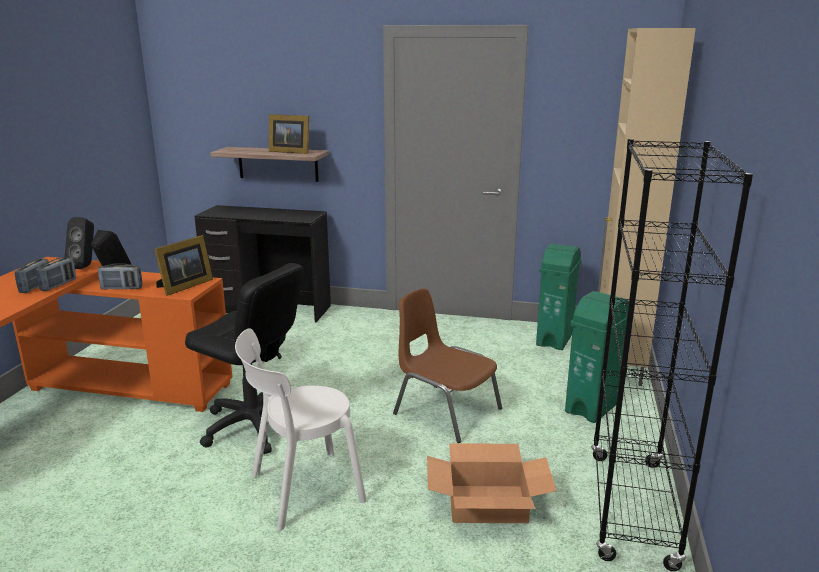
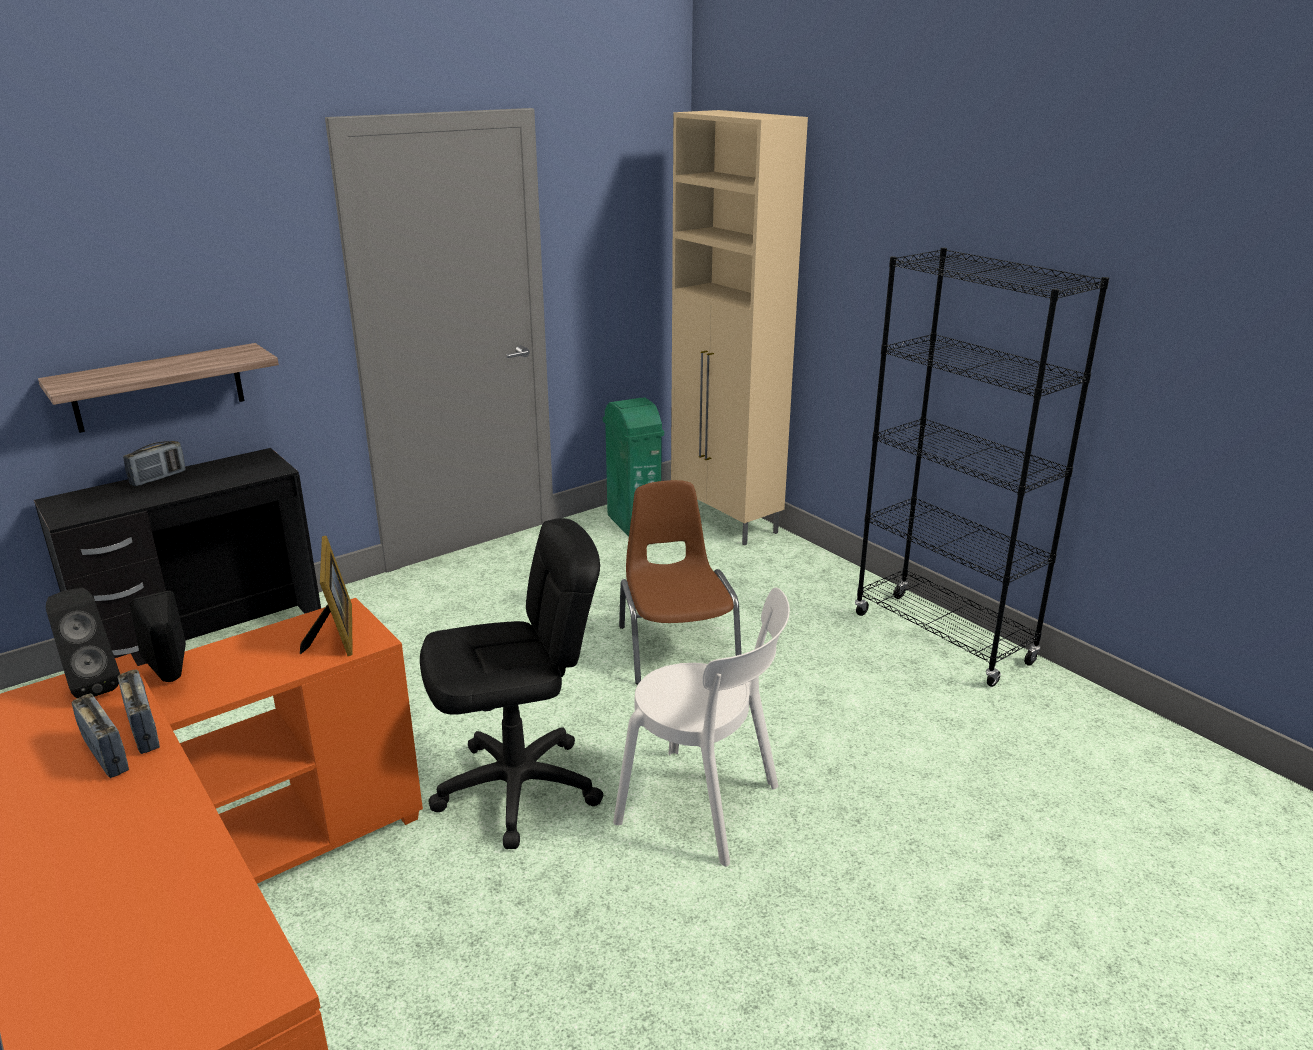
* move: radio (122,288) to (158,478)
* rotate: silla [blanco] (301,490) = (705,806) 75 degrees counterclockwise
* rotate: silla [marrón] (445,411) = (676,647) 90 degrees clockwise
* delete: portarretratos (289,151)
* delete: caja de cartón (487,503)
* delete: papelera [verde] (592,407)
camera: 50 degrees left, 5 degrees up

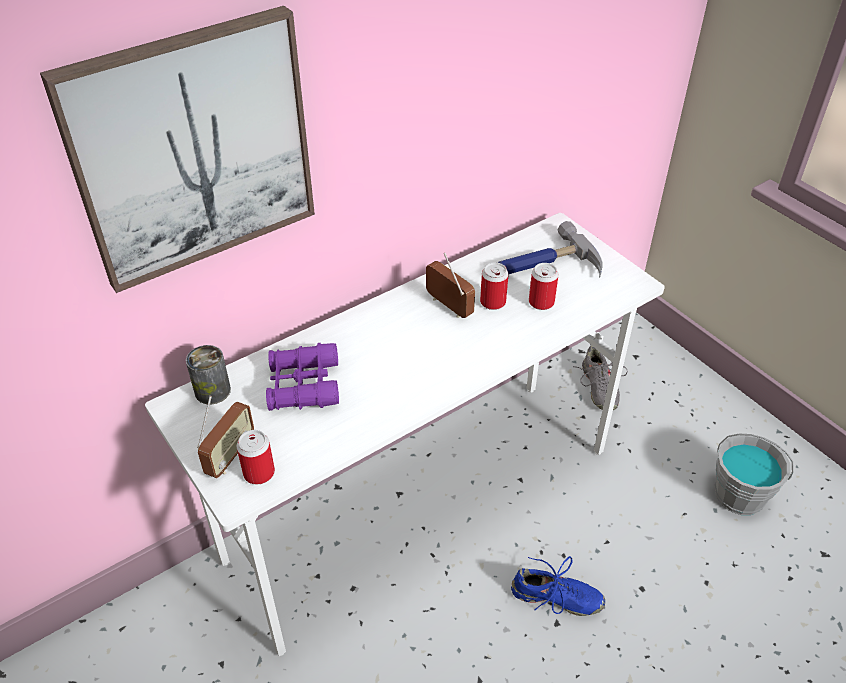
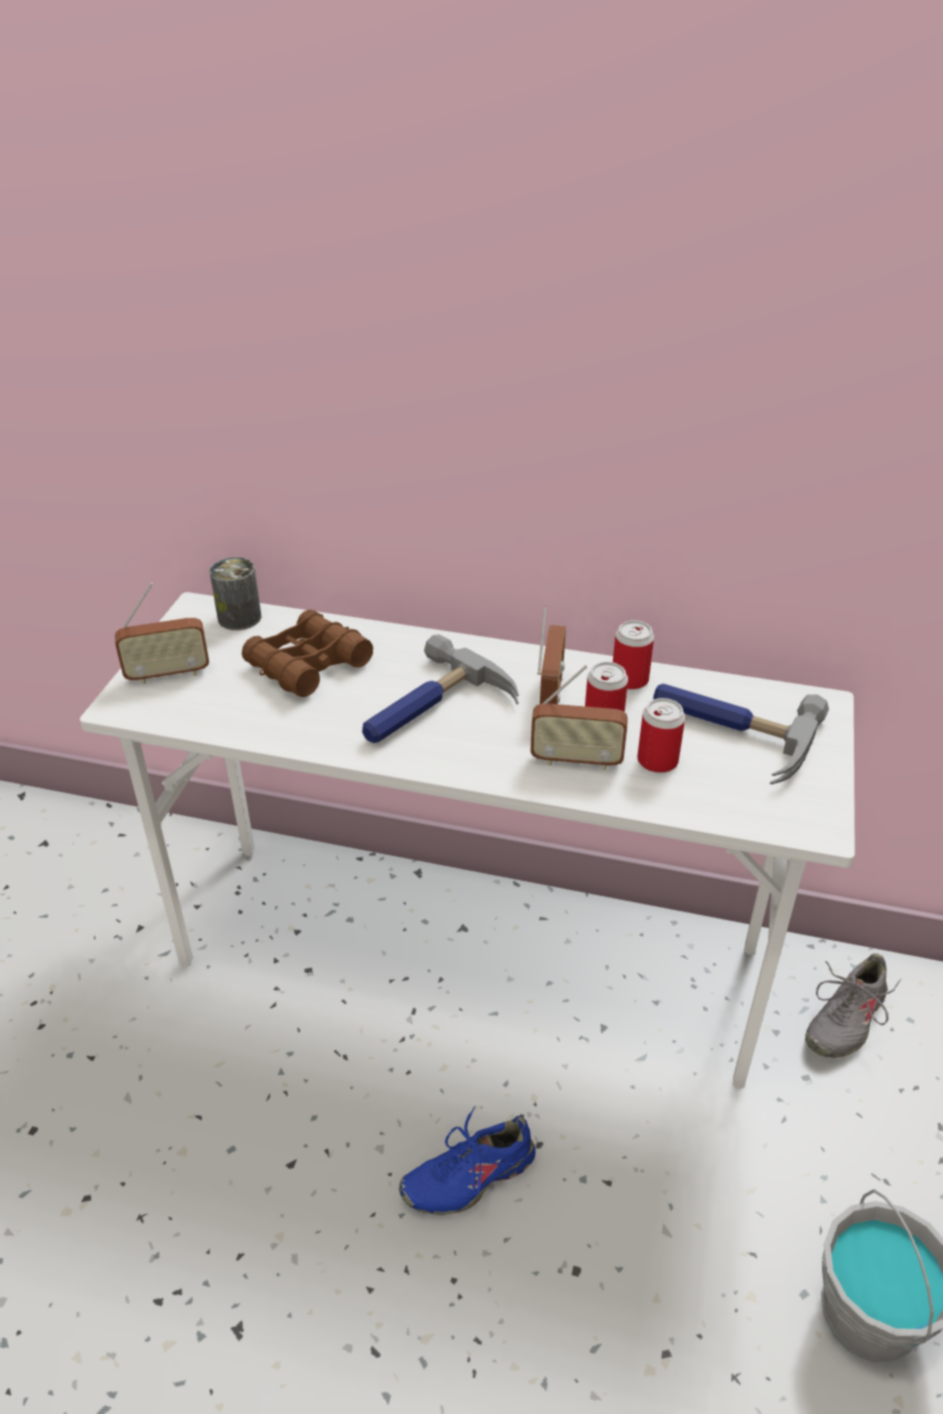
* recolor: prismáticos [morado] (303,385) to prismáticos [marrón] (308,665)
* insert: martillo (431,710)
* rotate: zapato [azul] (556,598) = (468,1175) 90 degrees clockwise
* insert: radio (576,760)
* move: lata (259,473) to (629,679)
* delete: cuadro (193,150)
camera: 50 degrees right, 5 degrees down

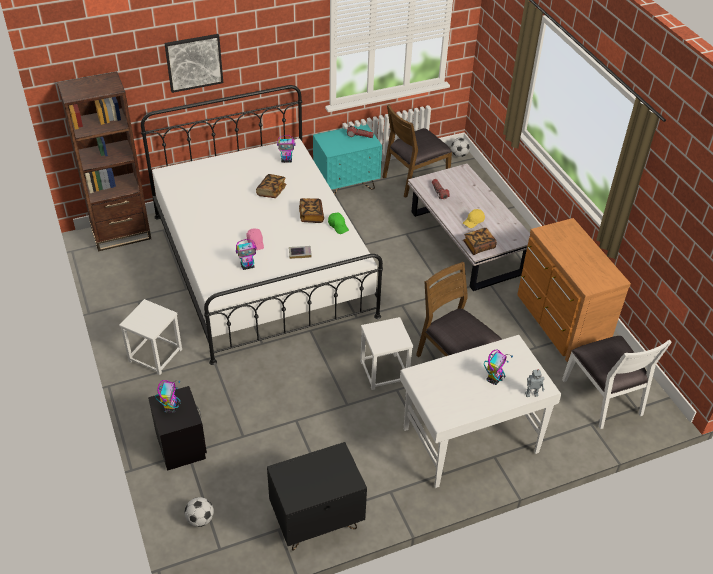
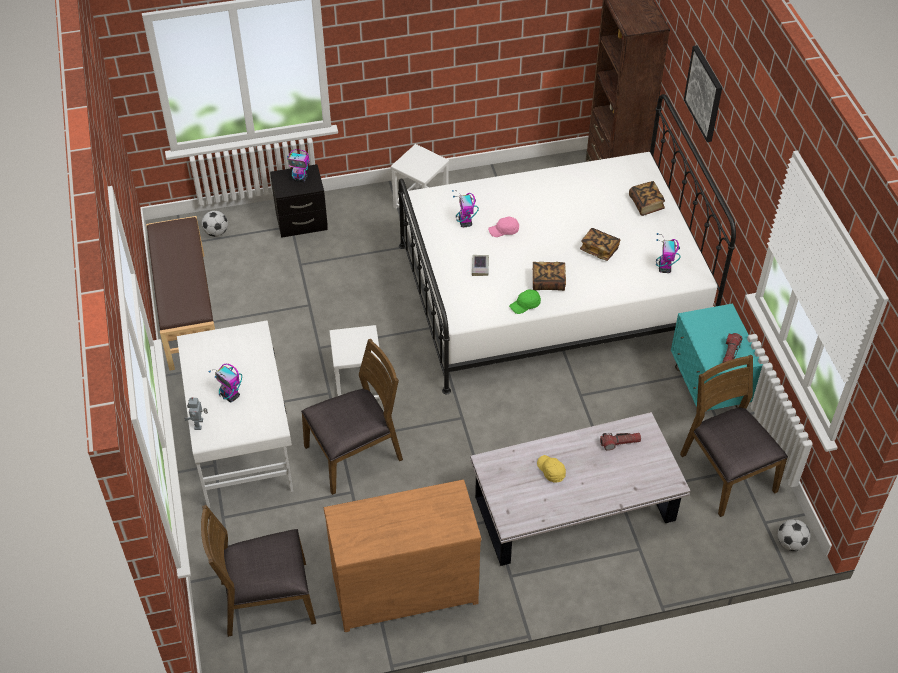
* replace: mesita de noche [negro] (316,522) to banco [marrón] (186,310)
* recolor: silla [blanco] (603,397) to silla [marrón] (267,600)
* move: libro (478,246) to (646,204)
camera: 100 degrees right, 5 degrees up

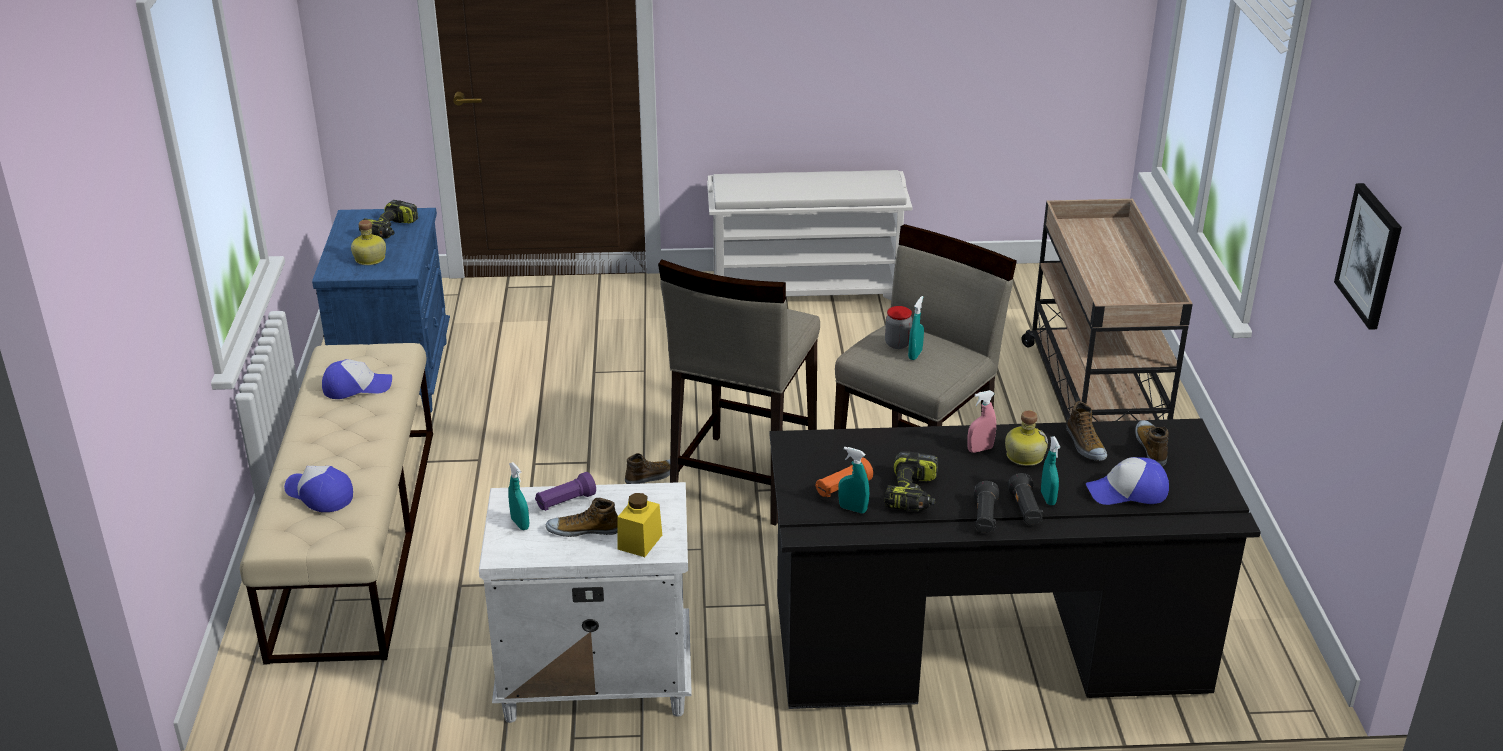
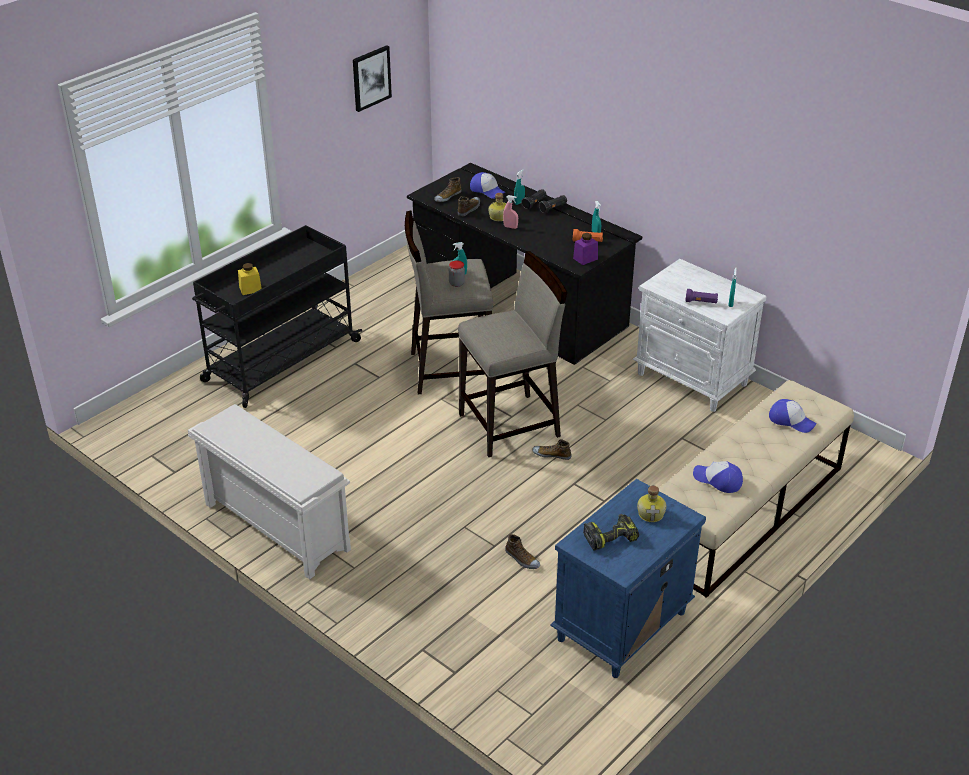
* recolor: carrito [beis] (1093,400) to carrito [negro] (280,361)
* move: tarro [amarillo] (640,542) to (250,289)
* move: zapato (583,530) to (522,559)
* insert: tarro [morado] (585,258)
* rotate: gorra (319,495) = (791,420) 45 degrees counterclockwise
* delete: taladro (913,494)
camera: 135 degrees left, 5 degrees up

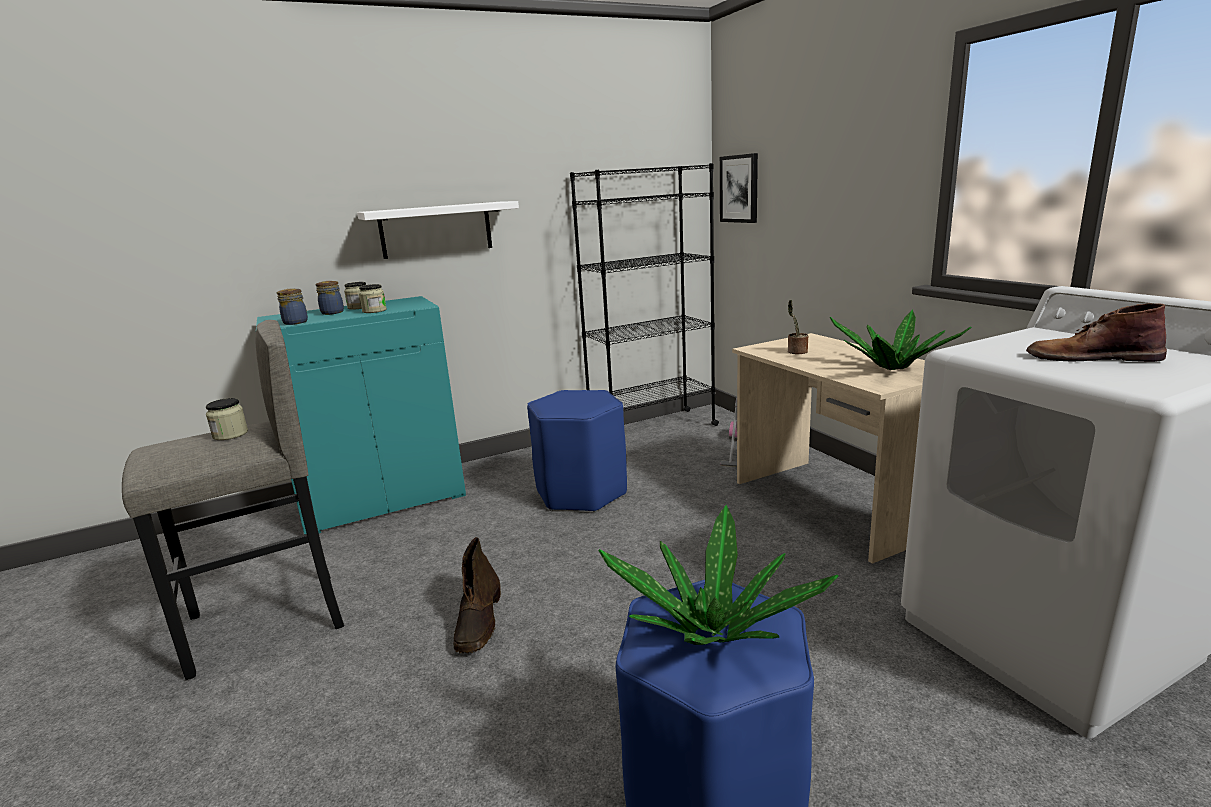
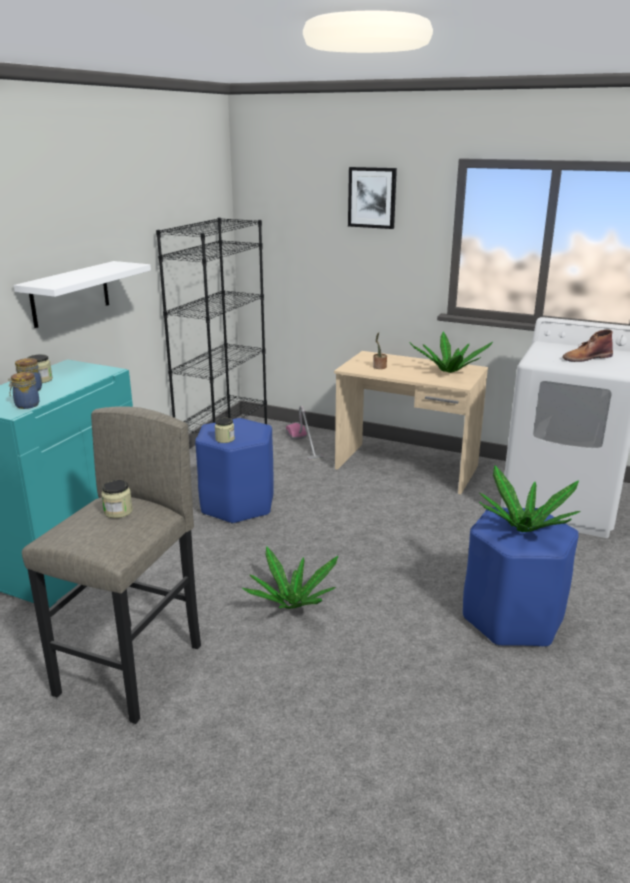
* move: tarro (374,311) to (225,439)
* replace: bota [marrón] (479,622) to planta en maceta (292,604)
* move: cuadro (739,189) to (372,197)
camera: 40 degrees left, 5 degrees up

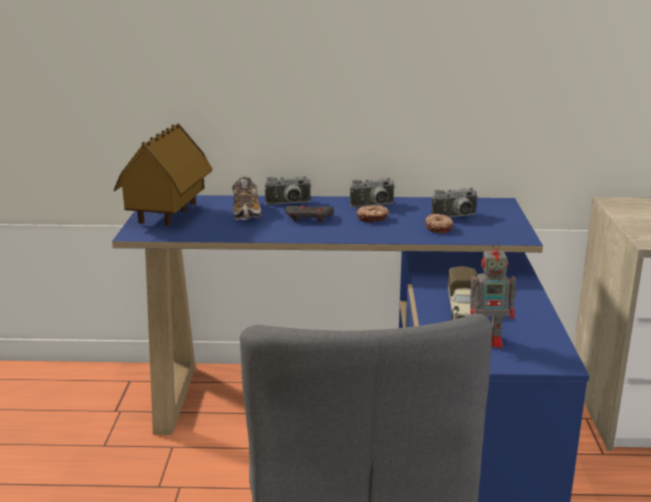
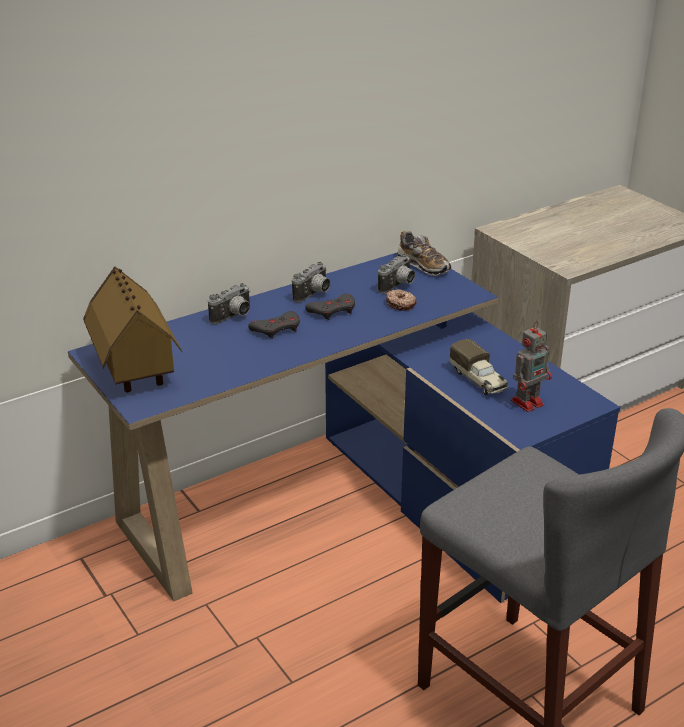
* replace: rosquilla (372,218) to mando de consola [gris] (332,311)
* move: zapato (246,212) to (423,265)
camera: 35 degrees left, 10 degrees up

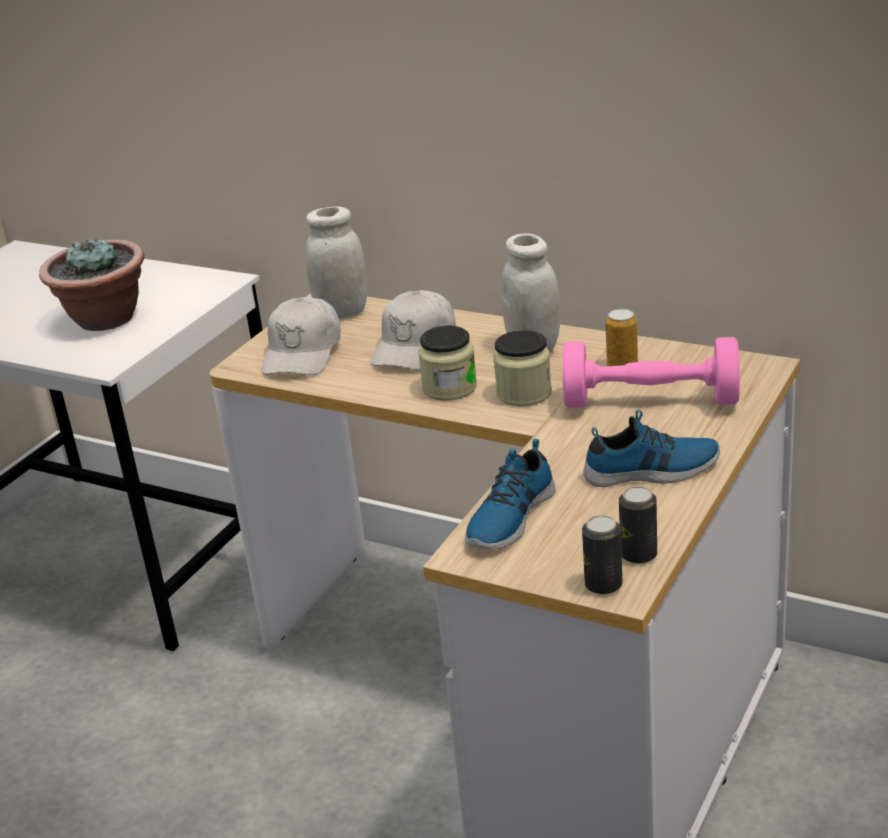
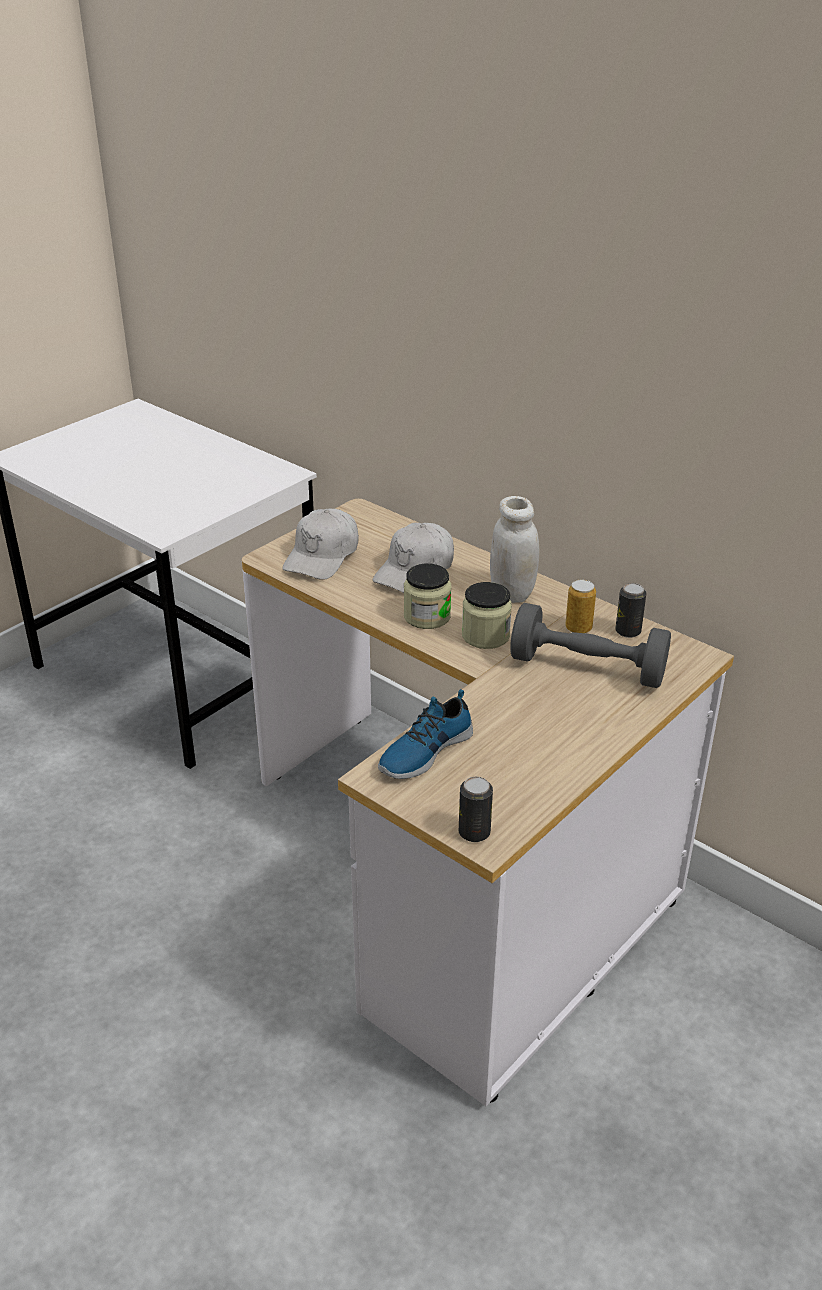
* recolor: mancuerna [rosa] (650,402) to mancuerna [gris] (587,668)
* move: lata (638,555) to (628,631)
* delete: planta en maceta (105,320)
* delete: tarro [blanco] (342,312)
* delete: zapato (652,471)
camera: 10 degrees right, 5 degrees up

